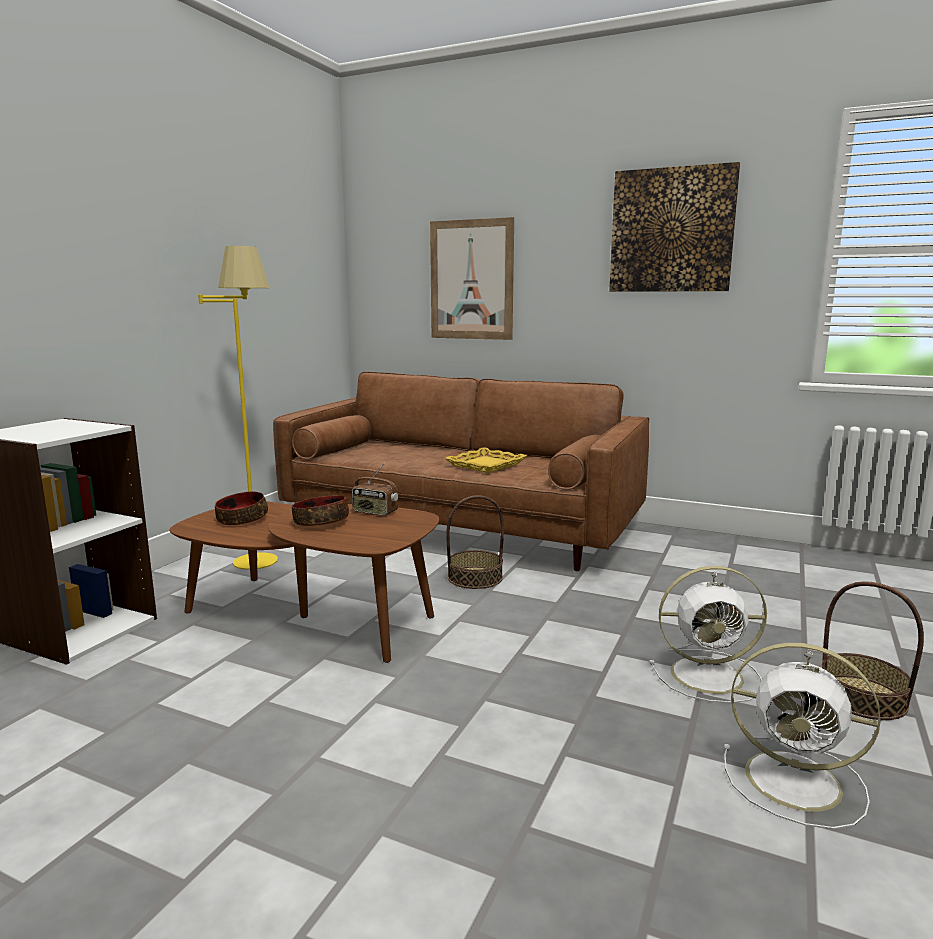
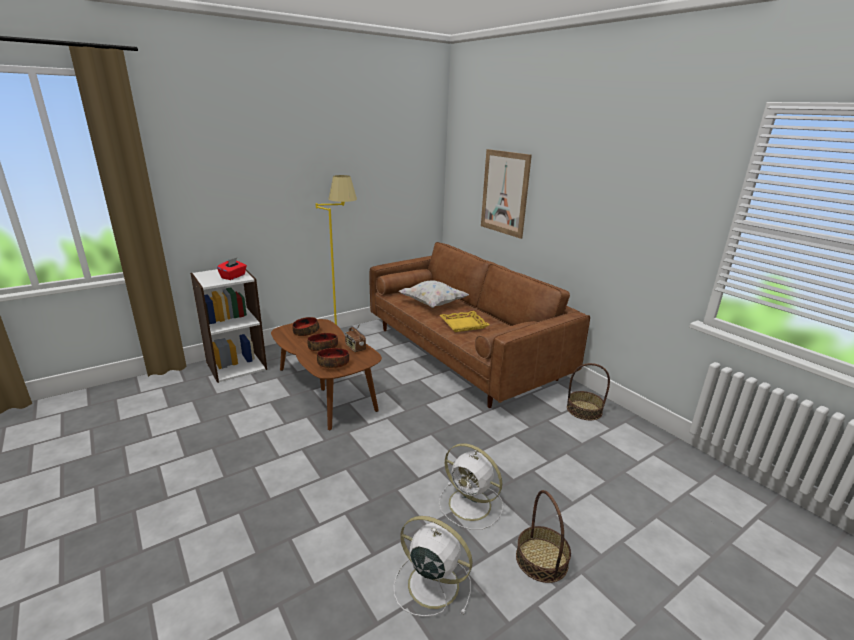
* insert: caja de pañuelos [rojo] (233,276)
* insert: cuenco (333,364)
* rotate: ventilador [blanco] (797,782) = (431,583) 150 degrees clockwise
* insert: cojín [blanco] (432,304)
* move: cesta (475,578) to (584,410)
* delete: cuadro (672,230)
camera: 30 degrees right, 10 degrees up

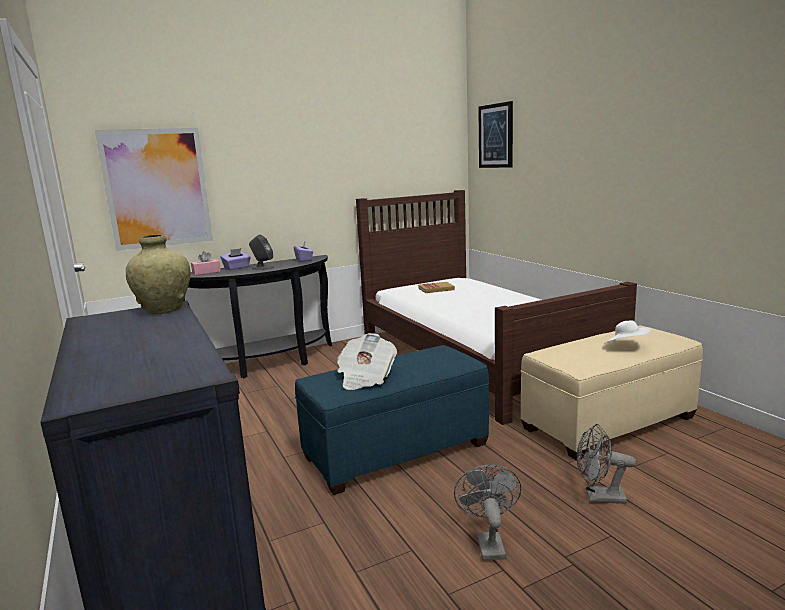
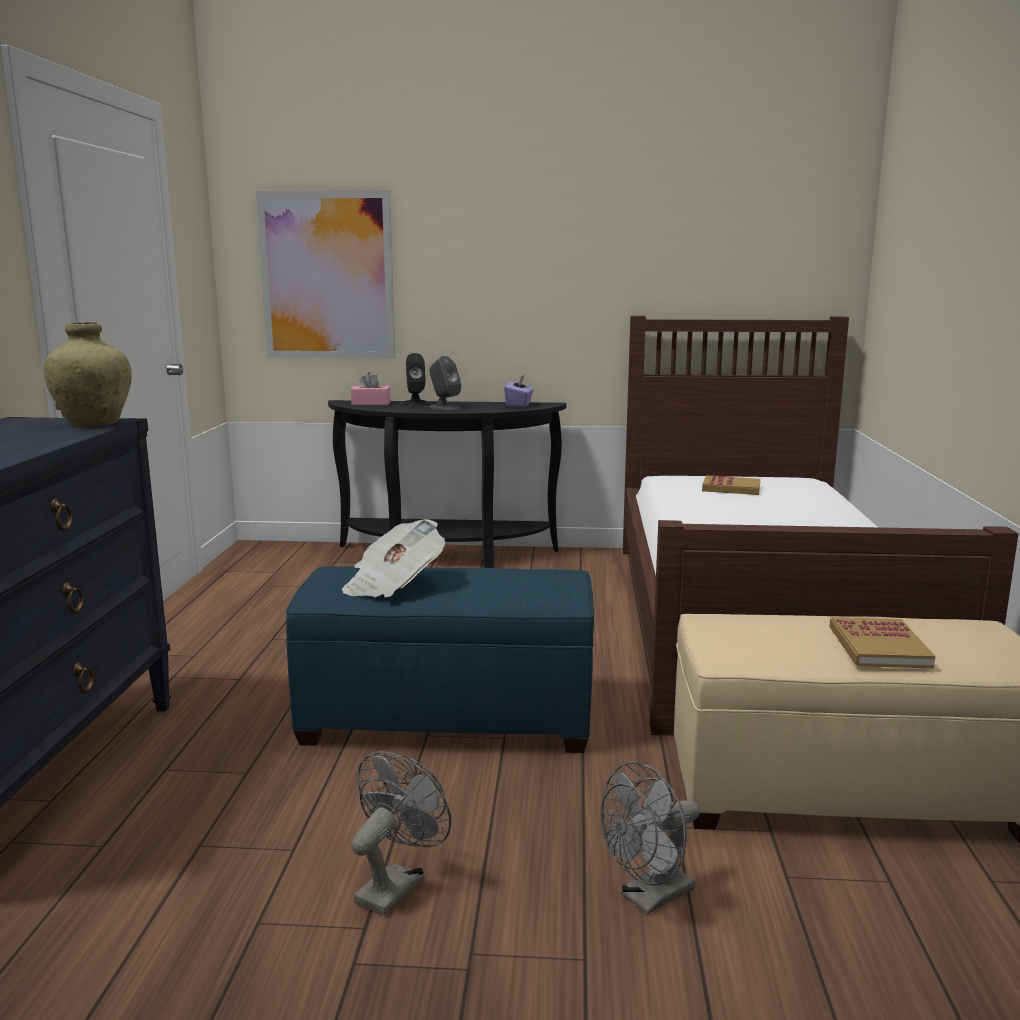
* replace: caja de pañuelos [morado] (237,268) to altavoz [negro] (415,403)
* rotate: ventilador [gris] (599,497) = (649,898) 75 degrees counterclockwise
* replace: sombrero [blanco] (626,346) to libro (878,647)
* delete: cuadro (496,136)
camera: 30 degrees right, 0 degrees up

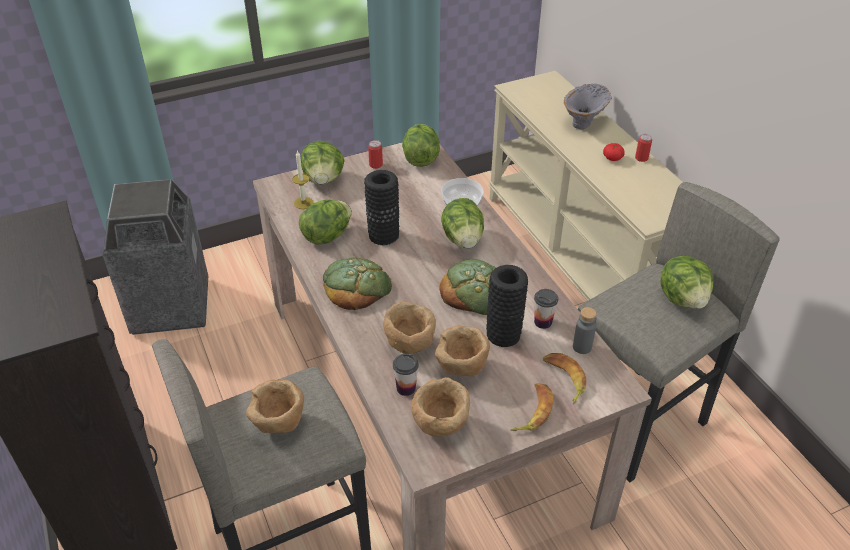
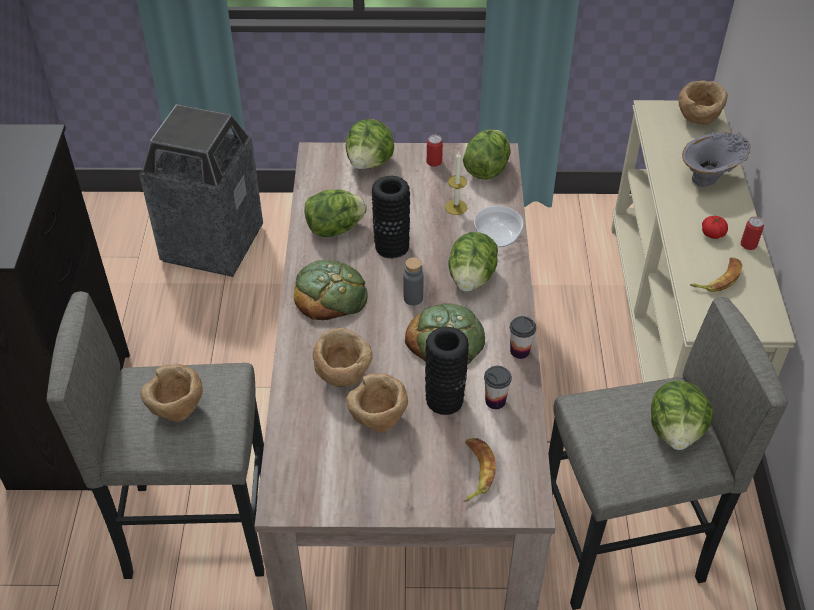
* move: botella [gris] (582,347) to (413,298)
* move: vela (303,203) to (456,207)
* move: taza (406,388) to (519,351)
* move: cuenco [marrón] (441,426) to (698,120)
* move: plátano (532,411) to (718,278)
camera: 25 degrees right, 5 degrees up

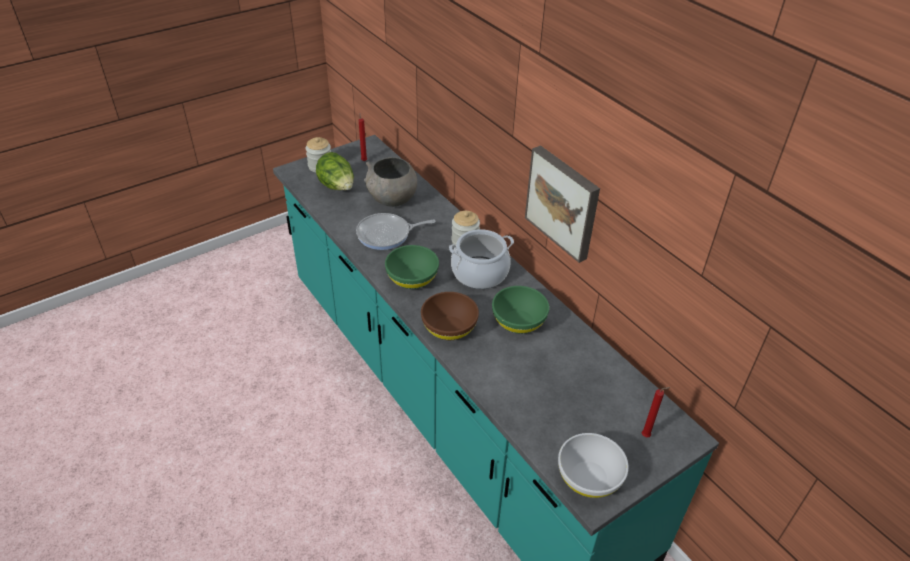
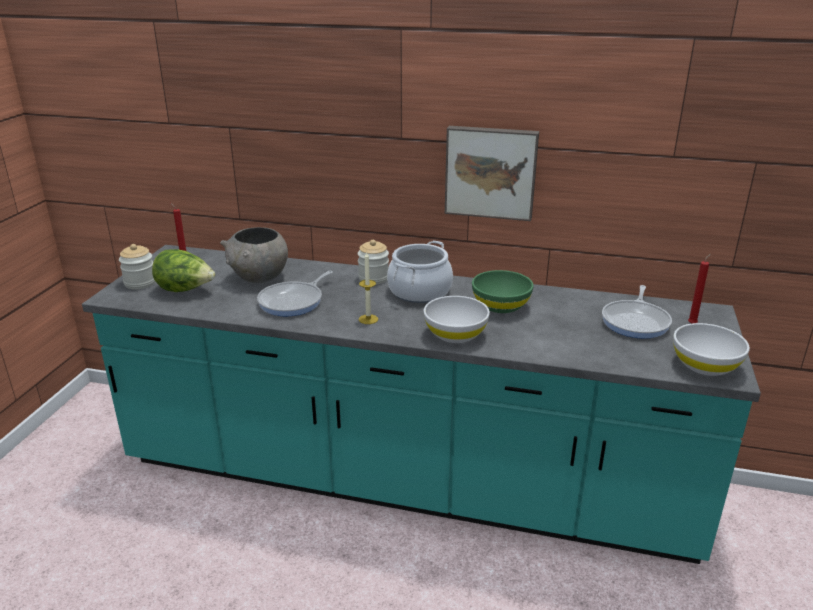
* replace: cuenco [verde] (412,279) to vela (368,319)
* recolor: cuenco [marrón] (449,328) to cuenco [blanco] (455,334)
* insert: sartén (636,321)
camera: 40 degrees left, 15 degrees down

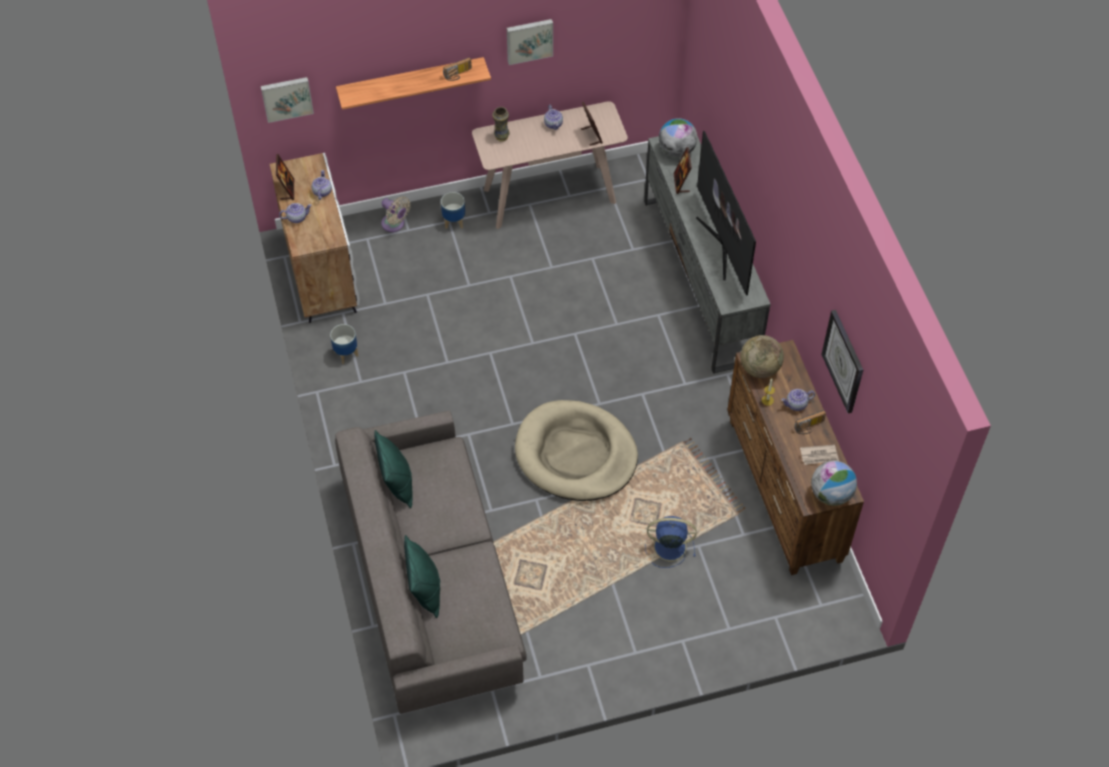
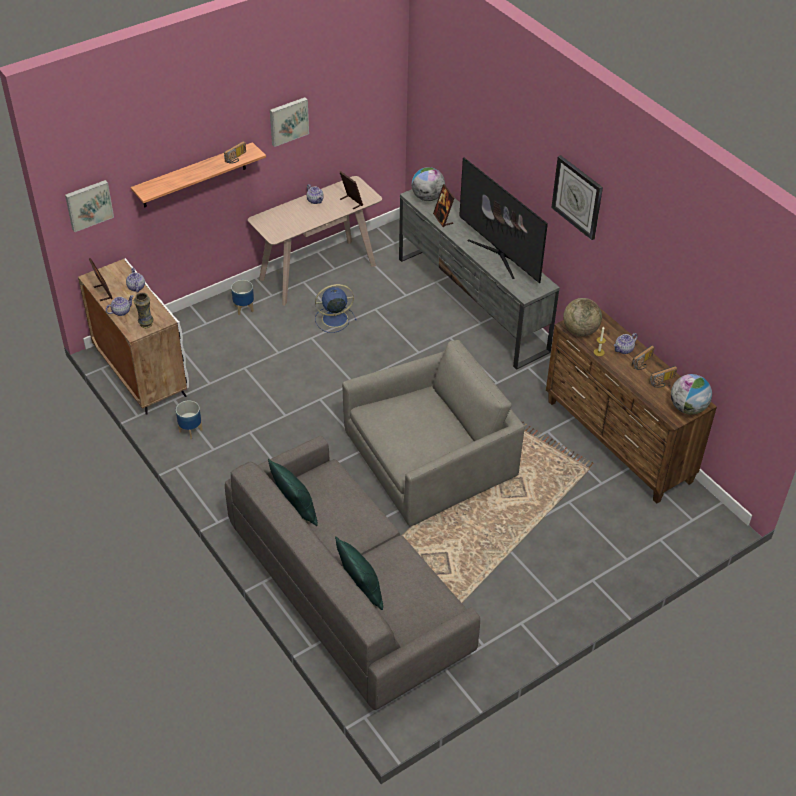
* move: florero (501,137) to (146,324)
* move: ventilador [azul] (668,546) to (333,319)
* replace: cama para perro [beis] (576,454) to sillón [gris] (431,458)
* move: reloj de pared (844,361) to (577,197)
* replace: periódico (819,456) to radio (662,382)
* delete: ventilador [beis] (394,224)
camera: 20 degrees left, 10 degrees down

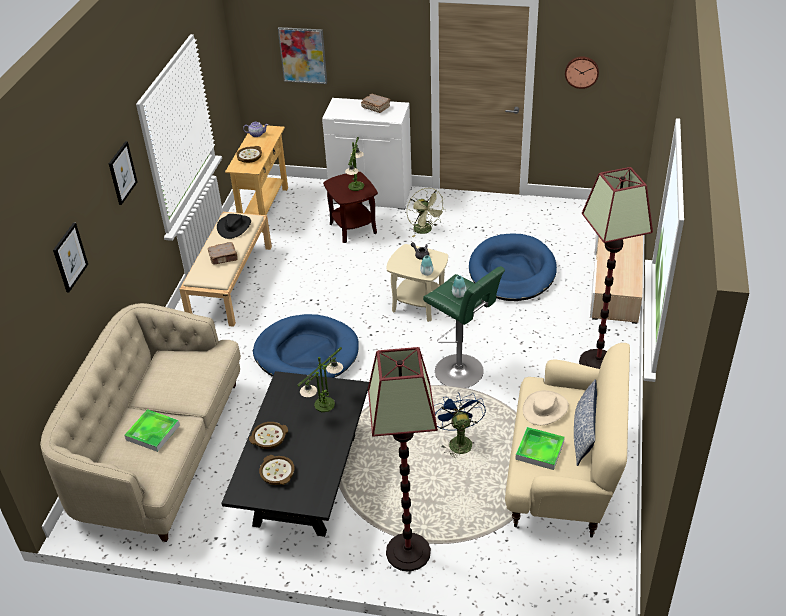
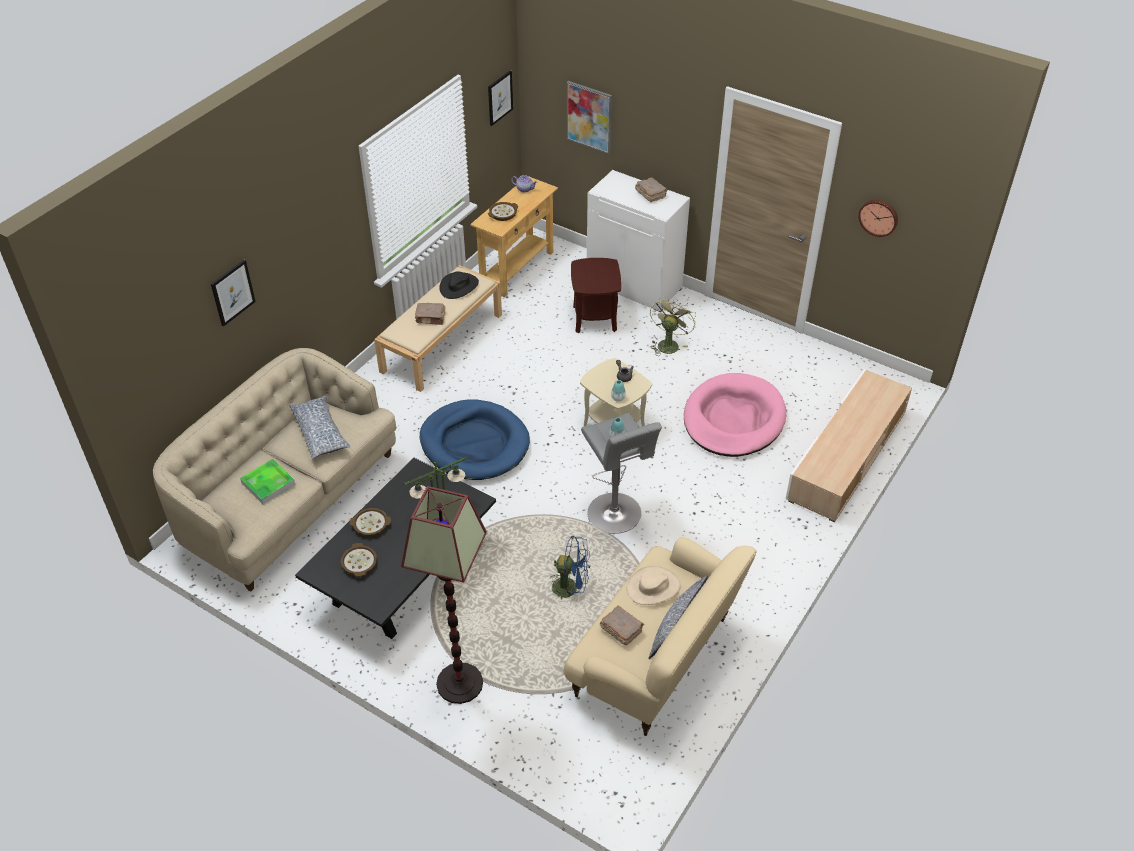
* insert: cojín (320,432)
* move: cuadro (122,173) to (500,97)
* rotate: ventilador [azul] (458,441) = (570,588) 90 degrees clockwise
* recolor: taburete [verde] (462,372) to taburete [gris] (616,516)
* replace: bandeja (539,450) to libro [marrón] (621,629)
* rotate: ventilador [verde] (425,230) = (668,343) 150 degrees counterclockwise
* recolor: cama para perro [azul] (512,271) to cama para perro [rosa] (733,419)
* delete: lámpara de mesa (356,186)
* delete: lámpara de pie (597,363)
camera: 20 degrees right, 5 degrees up

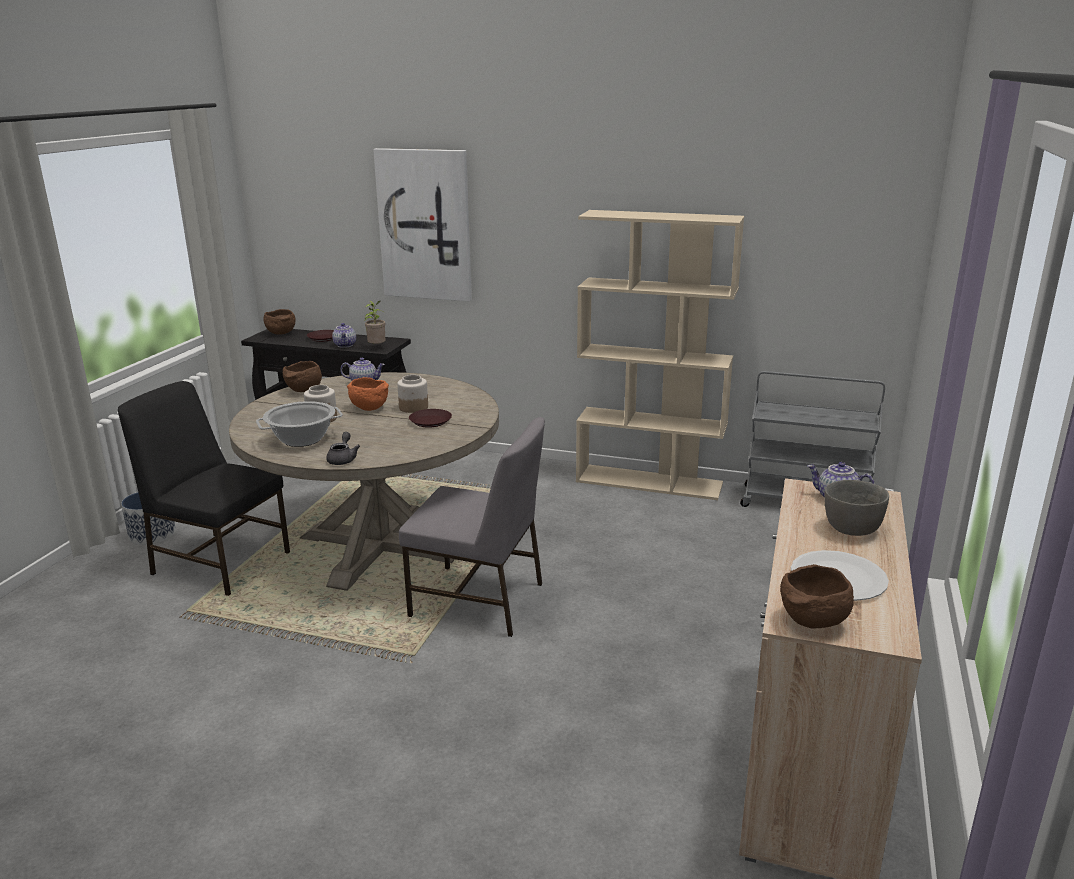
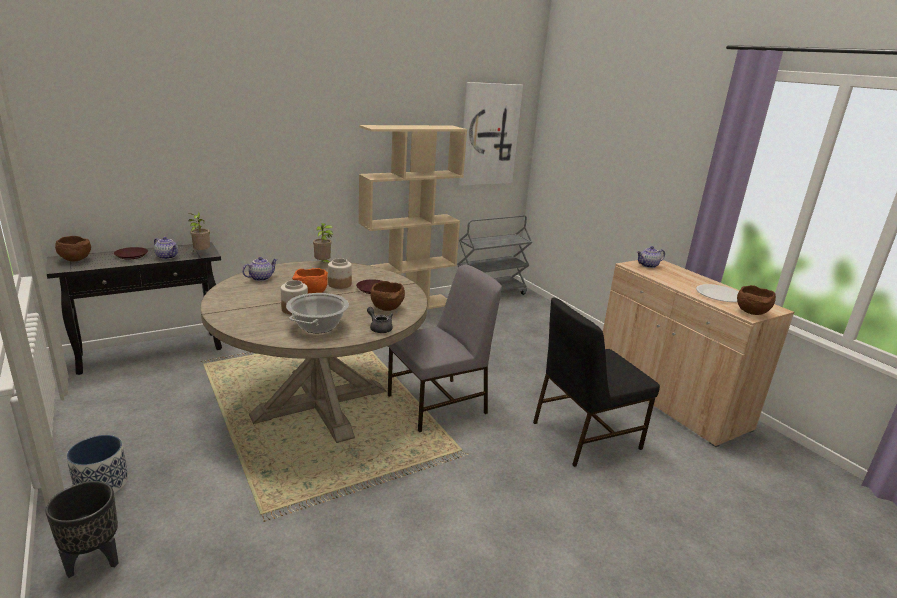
* insert: maceta [negro] (94,561)
* insert: planta en maceta (323,264)
* move: cuenco [marrón] (304,391) to (387,309)
* move: cuadro (425,225) to (489,134)
* move: silla [negro] (220,562) to (584,435)
* delete: cuenco [gris] (850,528)
camera: 50 degrees left, 0 degrees up

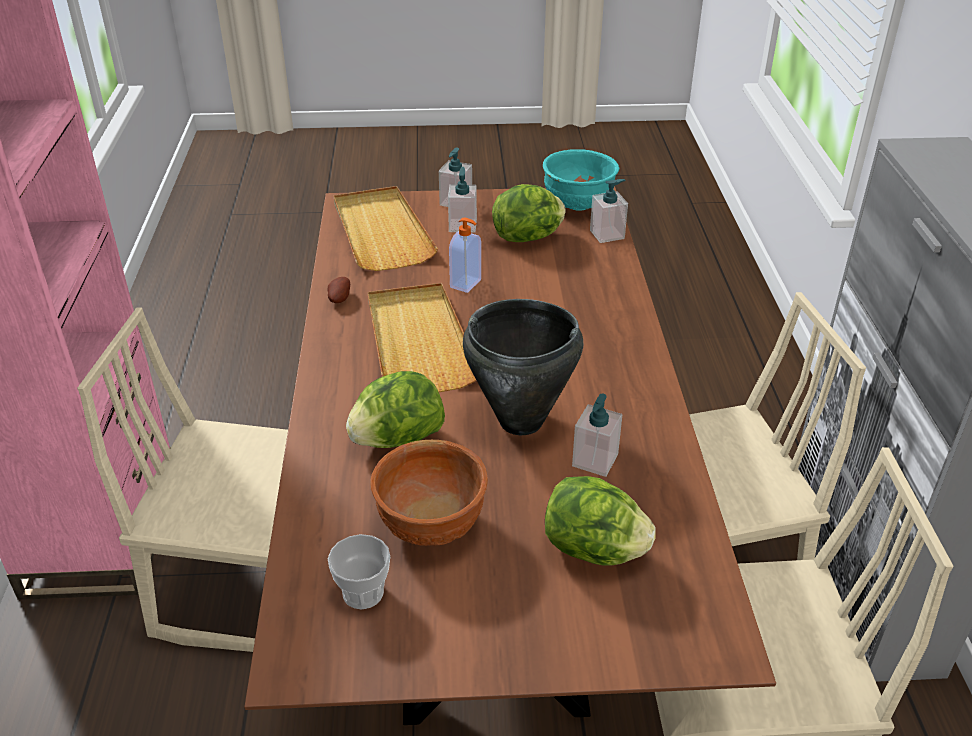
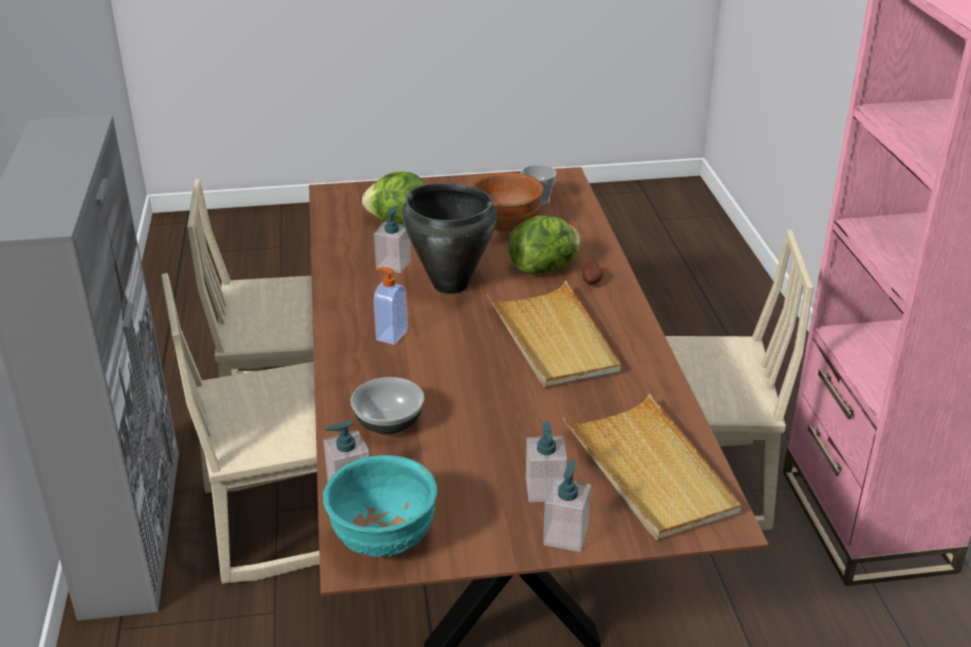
* insert: cuenco (389,424)
* move: dispensador de jabón (466,284) to (391,335)
* move: patata (339,298) to (592,281)
* delete: lechuga (528,238)
camera: 175 degrees right, 5 degrees down

